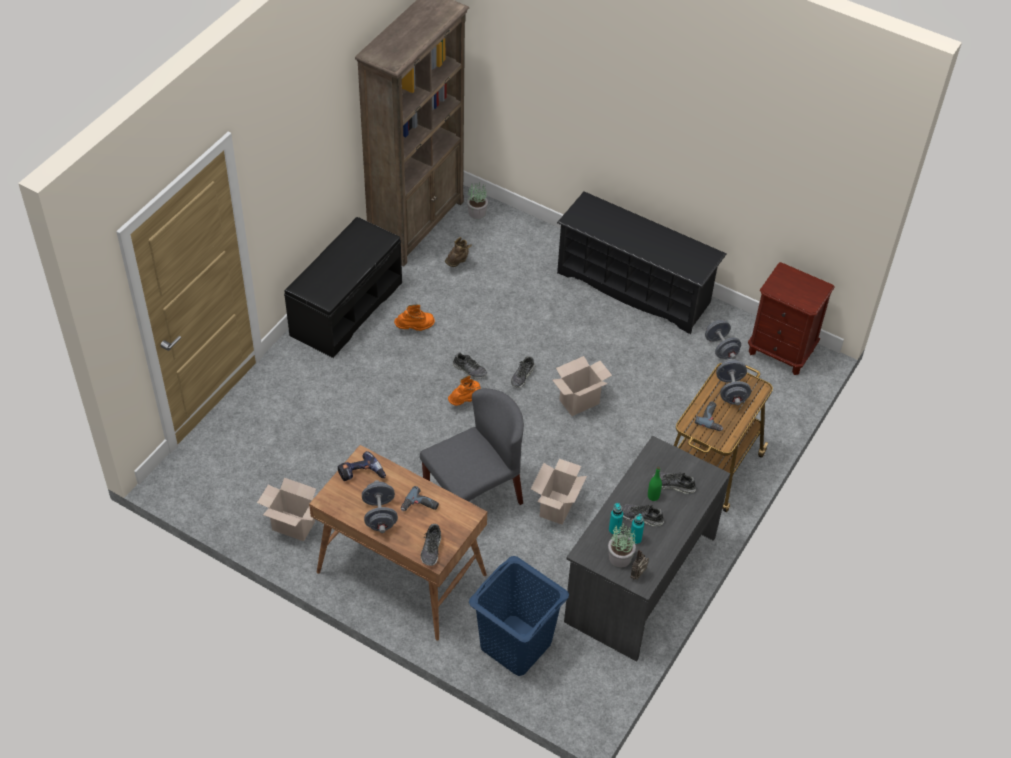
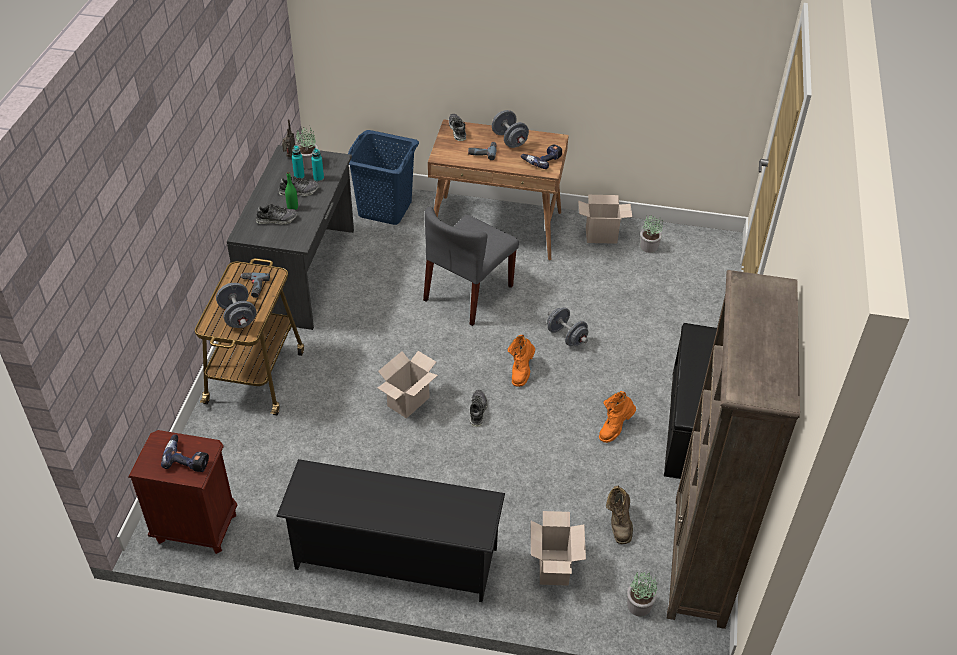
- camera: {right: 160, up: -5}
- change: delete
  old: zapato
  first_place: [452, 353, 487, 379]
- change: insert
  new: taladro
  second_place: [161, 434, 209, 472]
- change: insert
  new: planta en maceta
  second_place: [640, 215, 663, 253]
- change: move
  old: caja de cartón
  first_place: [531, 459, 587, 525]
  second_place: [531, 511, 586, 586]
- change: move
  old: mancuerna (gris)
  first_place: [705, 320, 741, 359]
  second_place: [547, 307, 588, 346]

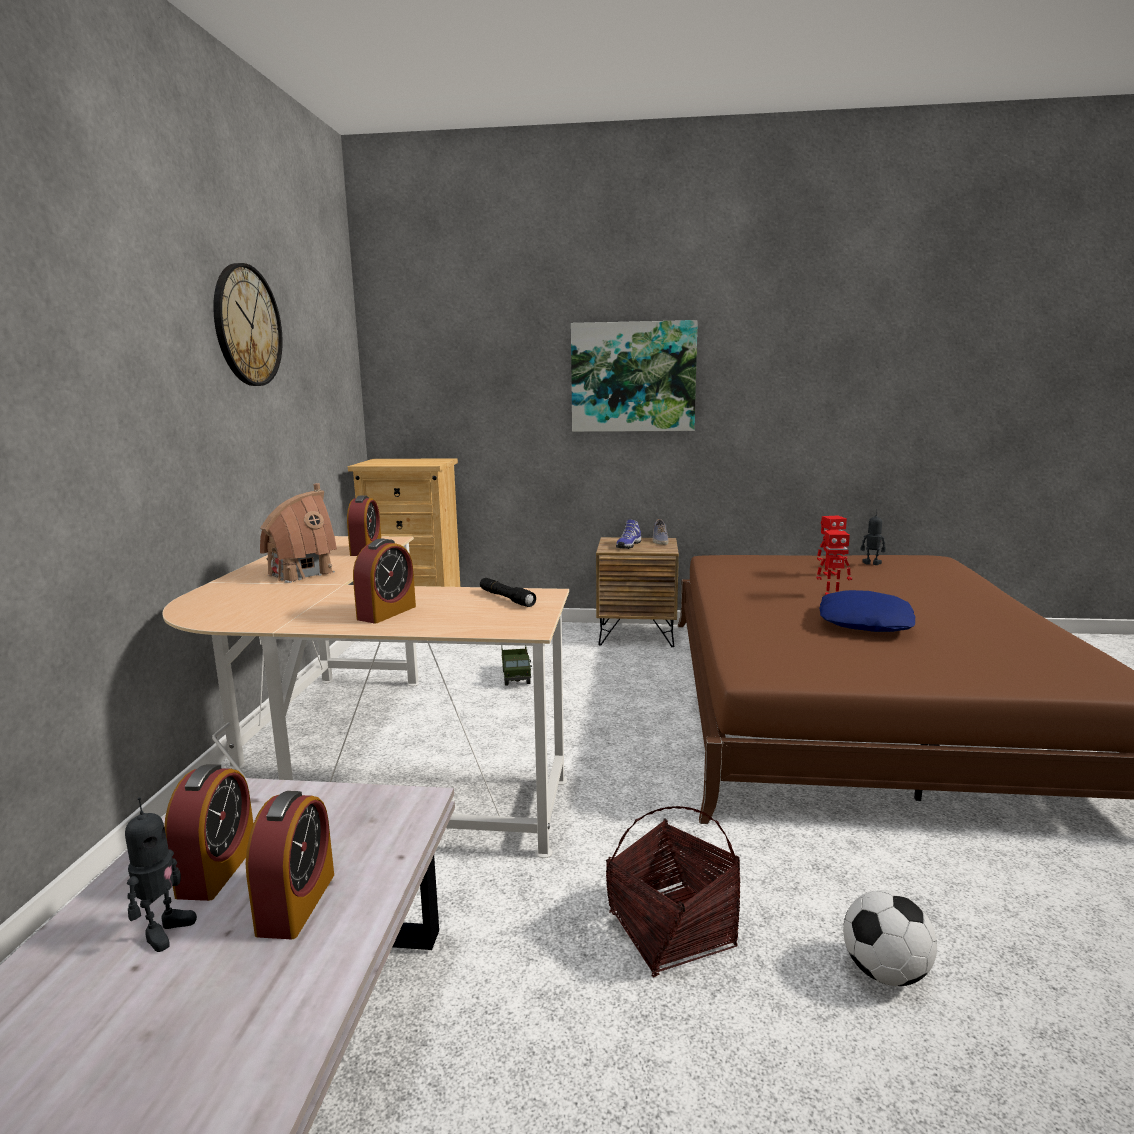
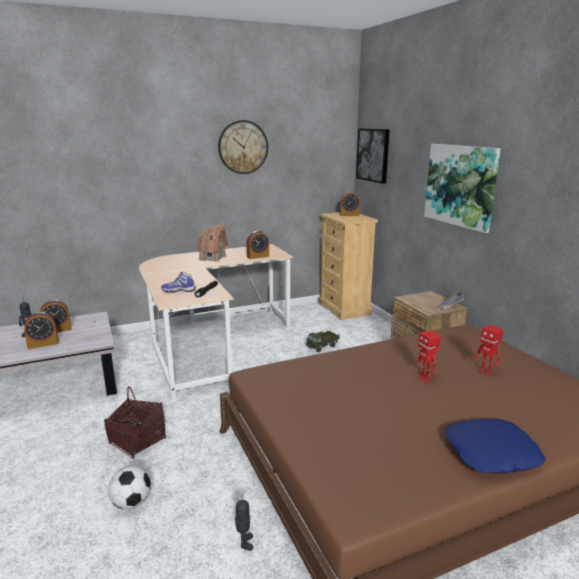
- camera: {right: 60, up: 5}
- change: insert
  new: cuadro
  second_place: [356, 128, 390, 184]
- change: move
  old: despertador
  first_place: [353, 538, 416, 623]
  second_place: [340, 191, 360, 216]
- change: move
  old: zapato
  first_place: [616, 520, 641, 549]
  second_place: [161, 272, 196, 293]
- change: move
  old: cojín (azul)
  first_place: [819, 590, 916, 632]
  second_place: [445, 418, 546, 473]
- change: move
  old: robot de juguete
  first_place: [861, 509, 886, 565]
  second_place: [235, 500, 253, 551]

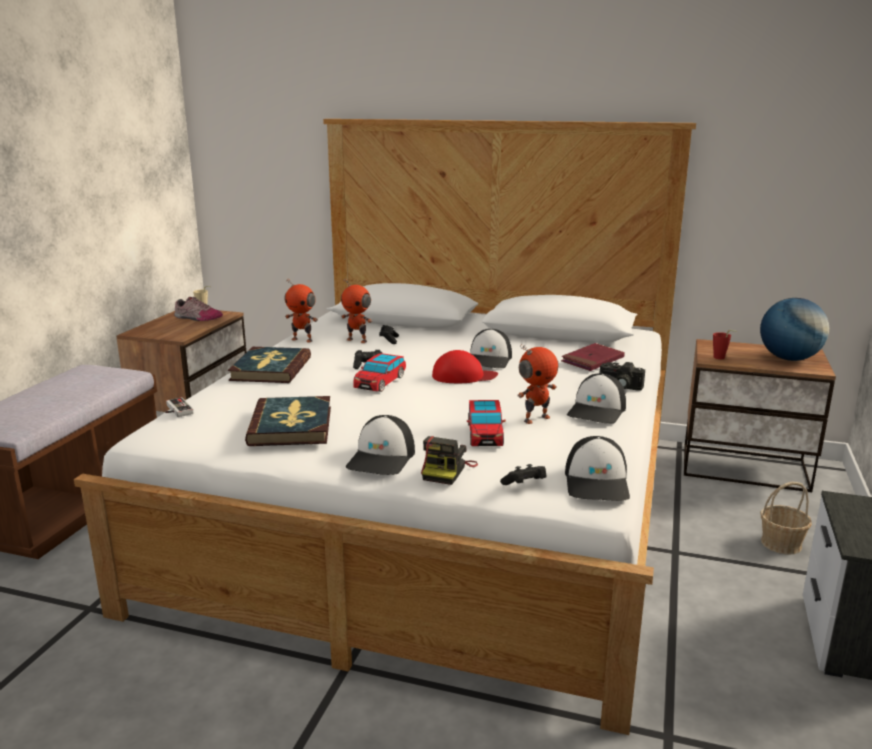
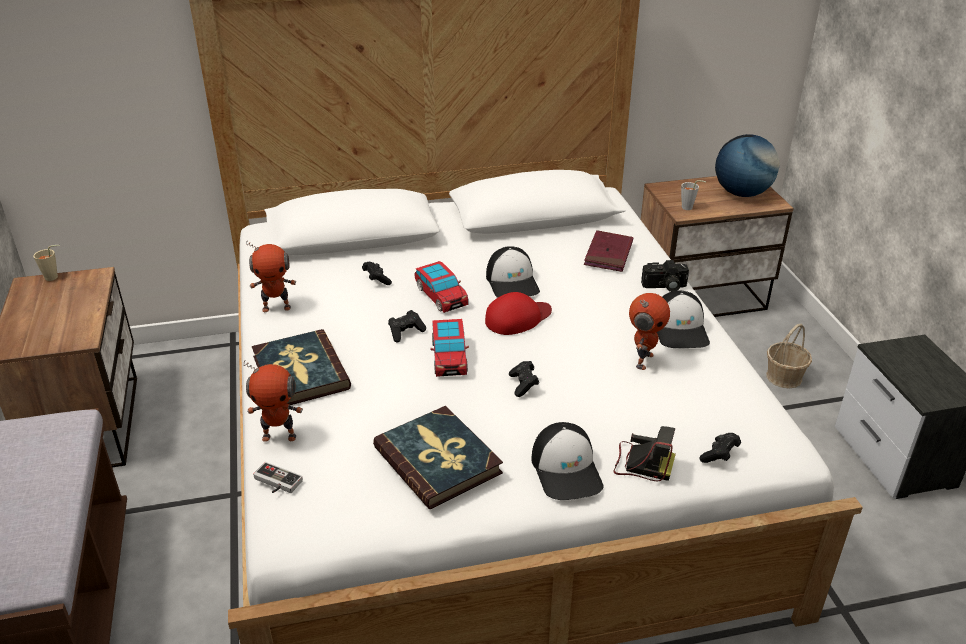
- camera: {right: -30, up: 15}
- change: delete
  old: zapato
  first_place: [174, 297, 223, 321]
- change: delete
  old: gorra
  first_place: [565, 436, 630, 501]
- change: insert
  new: mando de consola (negro)
  second_place: [509, 361, 539, 397]
- change: move
  old: robot de juguete
  first_place: [341, 278, 372, 343]
  second_place: [243, 360, 303, 442]
- change: move
  old: coche de juguete
  first_place: [467, 400, 506, 446]
  second_place: [414, 261, 469, 313]
- change: recolor
  old: taza (rojo)
  new: taza (gris)
  first_place: [713, 330, 737, 359]
  second_place: [681, 180, 706, 210]
- change: rotate
  old: cámara
  first_place: [421, 436, 478, 485]
  second_place: [614, 426, 676, 481]
  degrees: -60

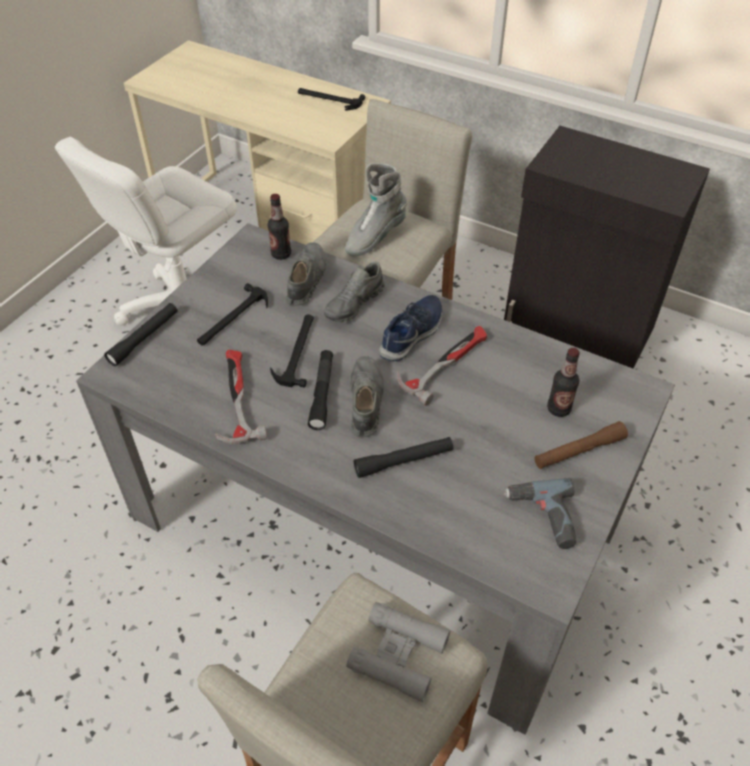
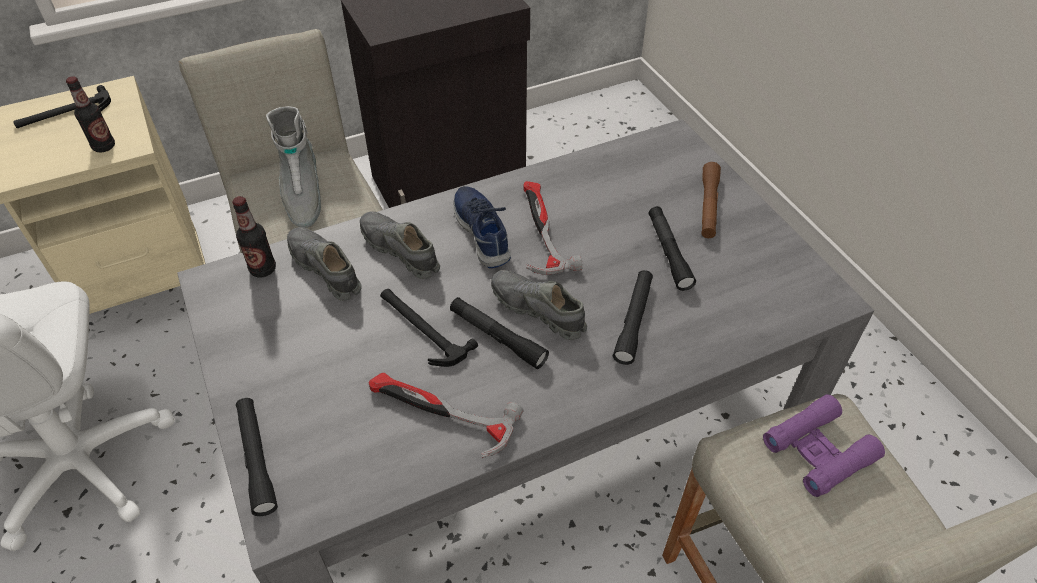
- camera: {right: -55, up: 0}
- change: delete
  old: martillo
  first_place: [197, 283, 268, 346]
- change: delete
  old: taladro
  first_place: [504, 478, 576, 549]
- change: insert
  new: linterna (negro)
  second_place: [649, 206, 696, 291]
- change: move
  old: botella
  first_place: [547, 348, 580, 417]
  second_place: [66, 76, 115, 153]
- change: recolor
  old: prismáticos (gris)
  new: prismáticos (morado)
  first_place: [346, 602, 450, 702]
  second_place: [763, 394, 885, 497]
- change: rotate
  old: zapato (gris)
  first_place: [324, 262, 385, 322]
  second_place: [360, 211, 440, 279]
  degrees: 150

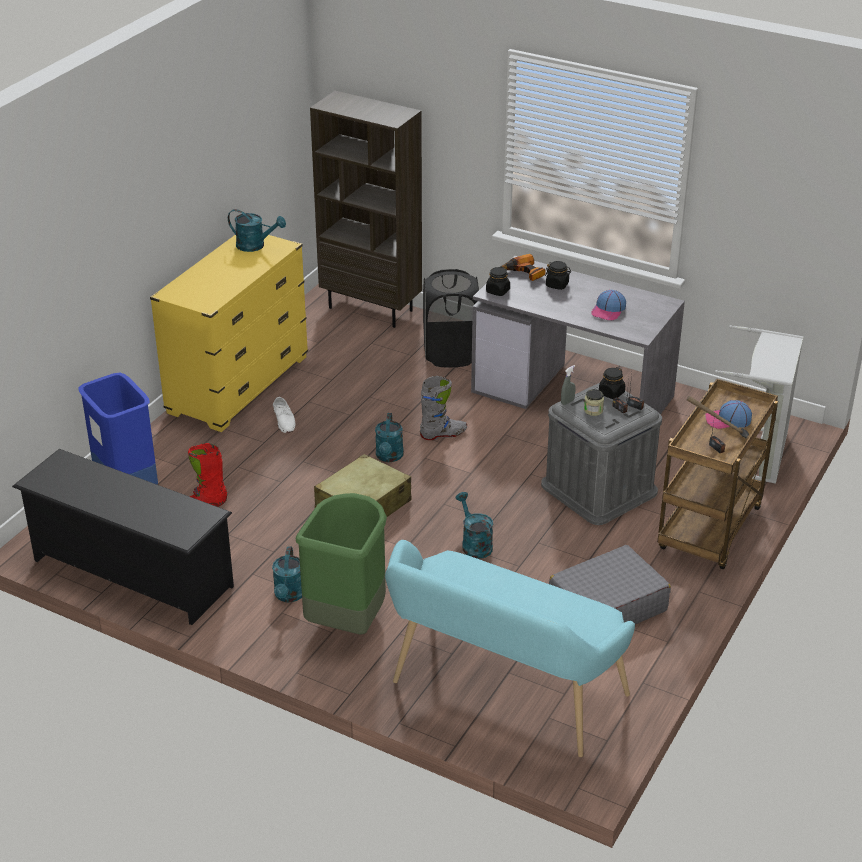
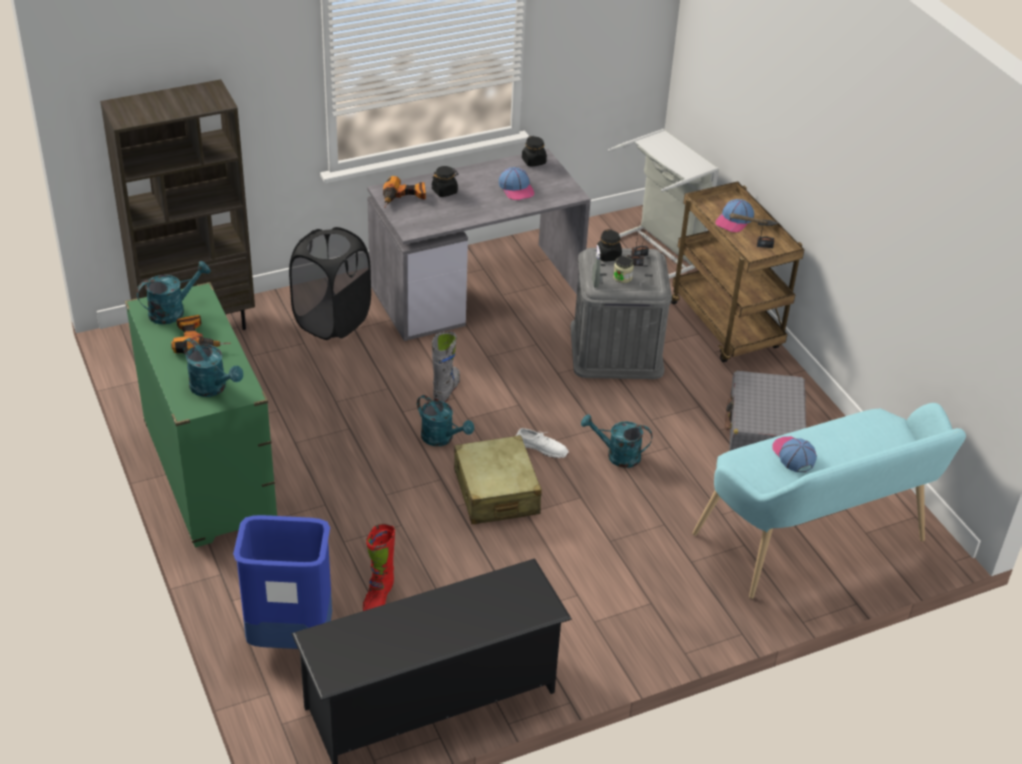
- camera: {right: -55, up: 5}
- change: delete
  old: papelera (verde)
  first_place: [296, 493, 387, 635]
- change: insert
  new: taladro
  second_place: [171, 315, 231, 353]
- change: insert
  new: gorra
  second_place: [772, 436, 817, 472]
- change: move
  old: regadera (turquesa)
  first_place: [272, 546, 302, 602]
  second_place: [183, 338, 243, 397]
- change: move
  old: zapato (blanco)
  first_place: [273, 397, 295, 433]
  second_place: [516, 428, 569, 458]
- change: move
  old: tarro (negro)
  first_place: [486, 267, 510, 296]
  second_place: [522, 136, 547, 167]
- change: recolor
  old: cómoda (amarillo)
  new: cómoda (verde)
  first_place: [150, 235, 308, 432]
  second_place: [125, 282, 277, 547]

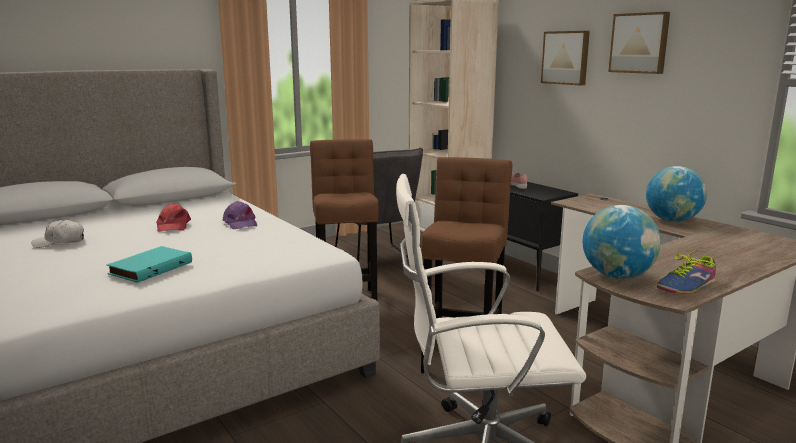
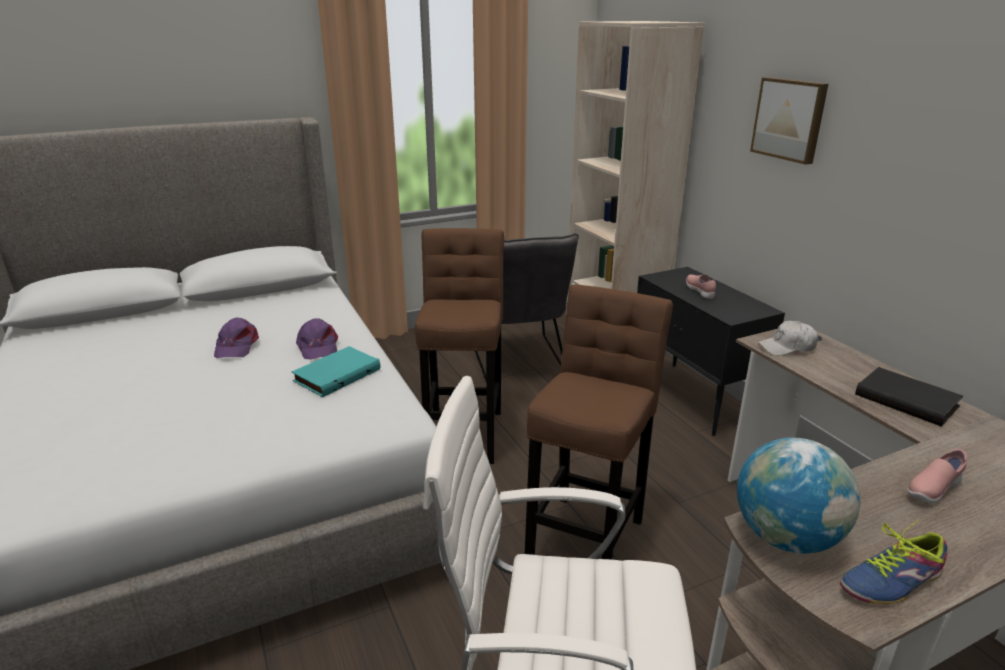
- camera: {right: 10, up: 10}
- change: delete
  old: cuadro
  first_place: [608, 12, 670, 74]
- change: insert
  new: zapato (rosa)
  second_place: [907, 449, 967, 504]
- change: move
  old: gorra (blanco)
  first_place: [31, 219, 84, 248]
  second_place: [758, 321, 818, 356]
- change: move
  old: libro (turquesa)
  first_place: [106, 246, 192, 283]
  second_place: [291, 346, 380, 397]
- change: replace
  old: globo terráqueo
  new: libro (negro)
  first_place: [646, 166, 707, 222]
  second_place: [855, 367, 963, 427]
- change: recolor
  old: gorra (rojo)
  new: gorra (morado)
  first_place: [156, 203, 191, 232]
  second_place: [214, 317, 259, 358]

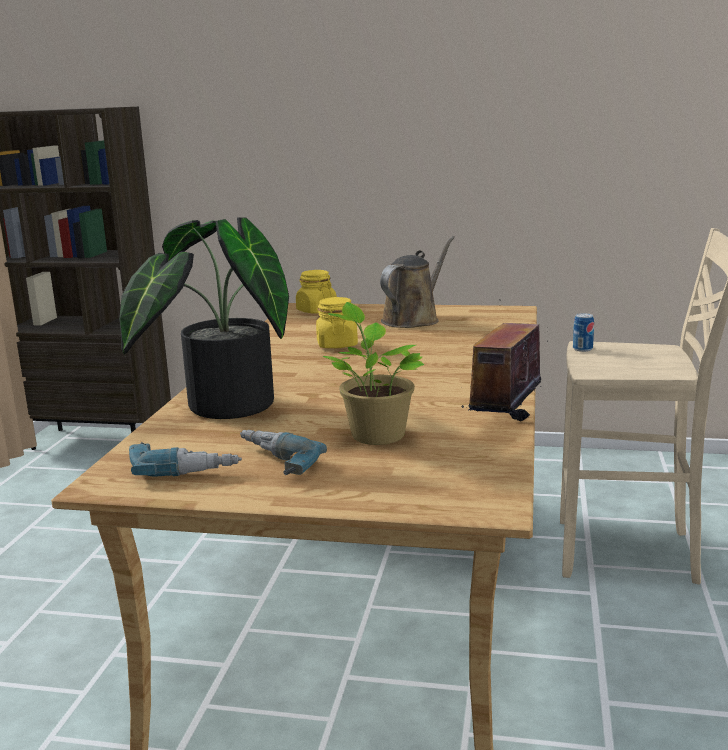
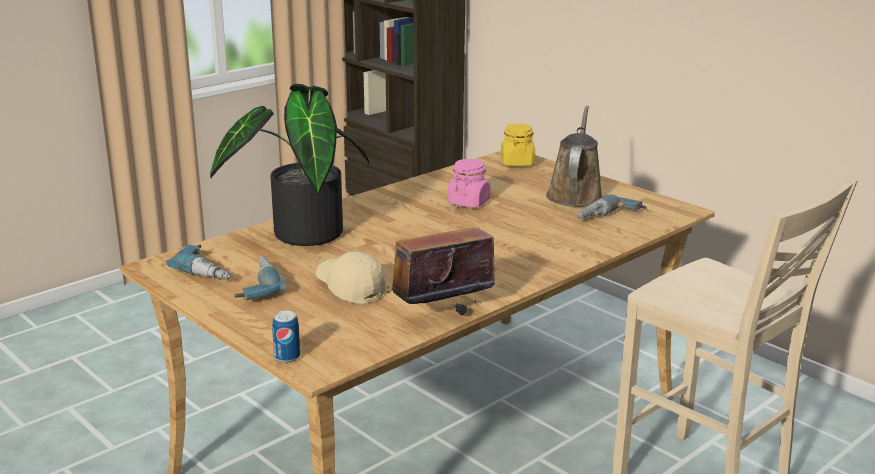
- camera: {right: 35, up: 5}
- change: insert
  new: taladro
  second_place: [577, 195, 647, 219]
- change: move
  old: lata
  first_place: [573, 313, 594, 352]
  second_place: [272, 311, 300, 363]
- change: replace
  old: planta en maceta
  new: gorra (beis)
  first_place: [323, 302, 424, 445]
  second_place: [316, 251, 386, 304]
- change: recolor
  old: tarro (amarillo)
  new: tarro (rosa)
  first_place: [316, 297, 358, 348]
  second_place: [447, 159, 490, 208]
- change: rotate
  old: regadera (marrón)
  first_place: [380, 236, 455, 328]
  second_place: [546, 106, 603, 207]
  degrees: -60

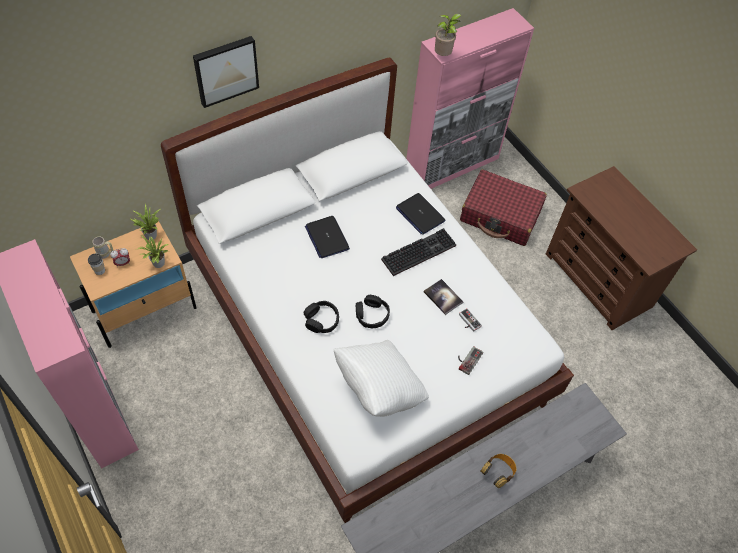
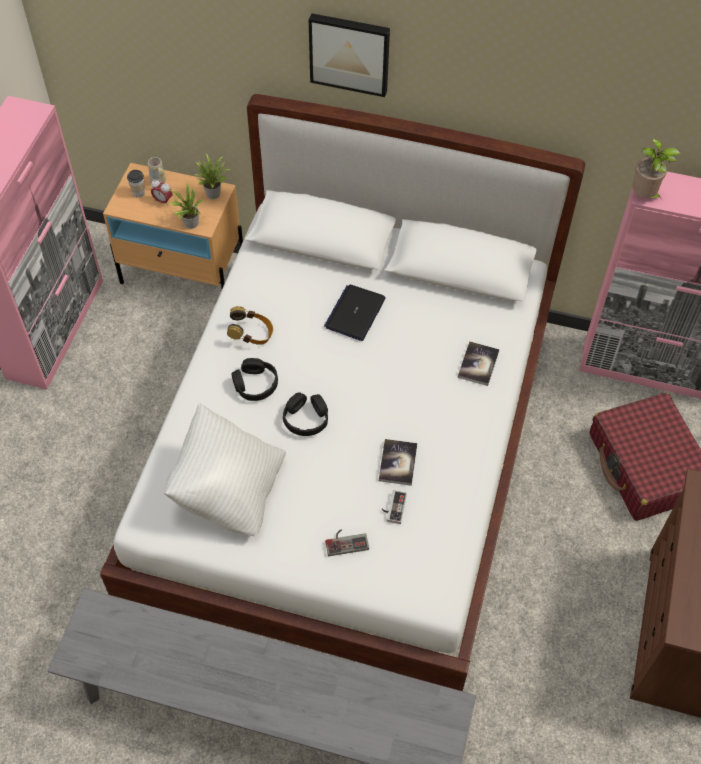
- camera: {right: 50, up: 0}
- change: delete
  old: teclado
  first_place: [381, 228, 456, 276]
- change: move
  old: auriculares
  first_place: [481, 454, 516, 488]
  second_place: [227, 306, 273, 345]
- change: replace
  old: portátil
  new: libro
  first_place: [396, 193, 445, 234]
  second_place: [458, 342, 500, 386]

